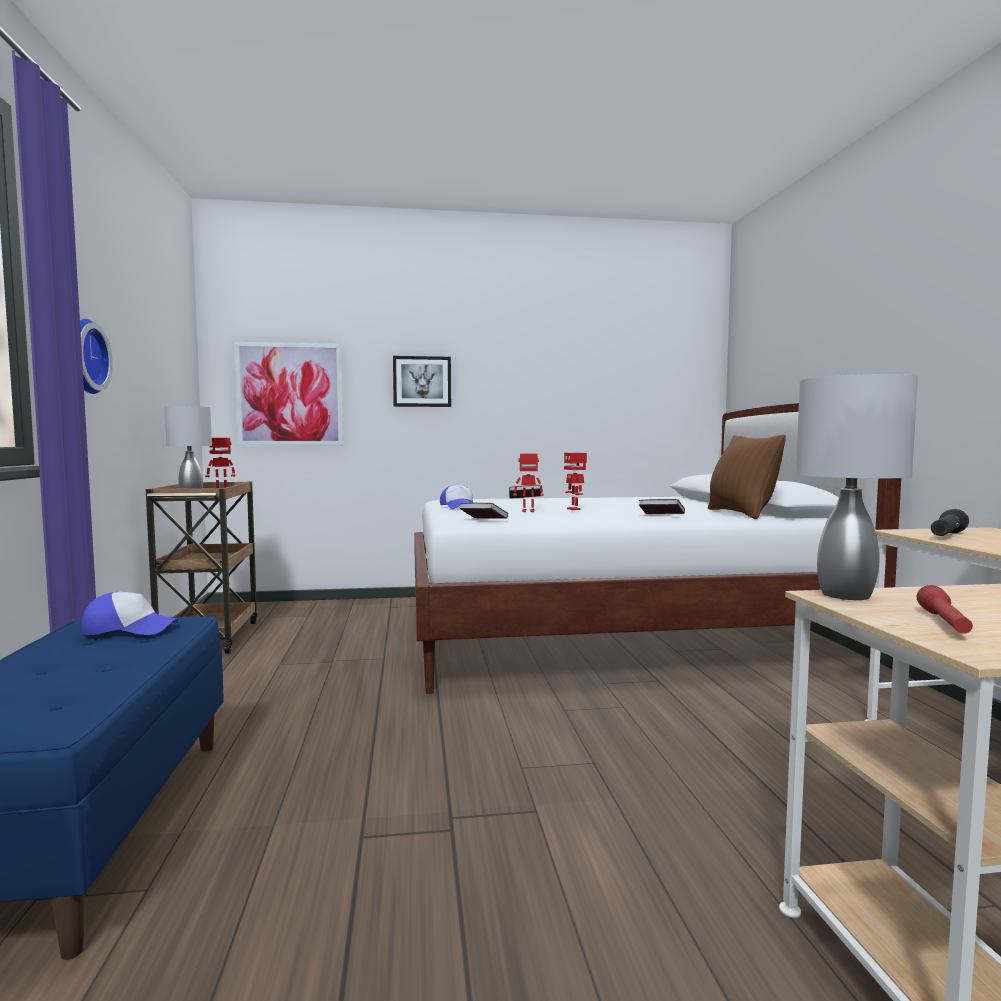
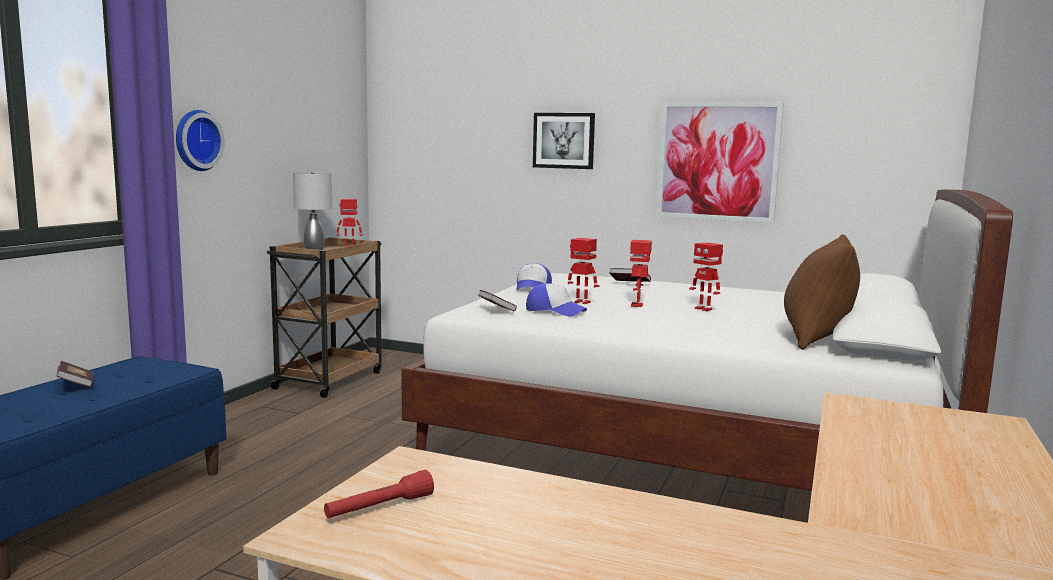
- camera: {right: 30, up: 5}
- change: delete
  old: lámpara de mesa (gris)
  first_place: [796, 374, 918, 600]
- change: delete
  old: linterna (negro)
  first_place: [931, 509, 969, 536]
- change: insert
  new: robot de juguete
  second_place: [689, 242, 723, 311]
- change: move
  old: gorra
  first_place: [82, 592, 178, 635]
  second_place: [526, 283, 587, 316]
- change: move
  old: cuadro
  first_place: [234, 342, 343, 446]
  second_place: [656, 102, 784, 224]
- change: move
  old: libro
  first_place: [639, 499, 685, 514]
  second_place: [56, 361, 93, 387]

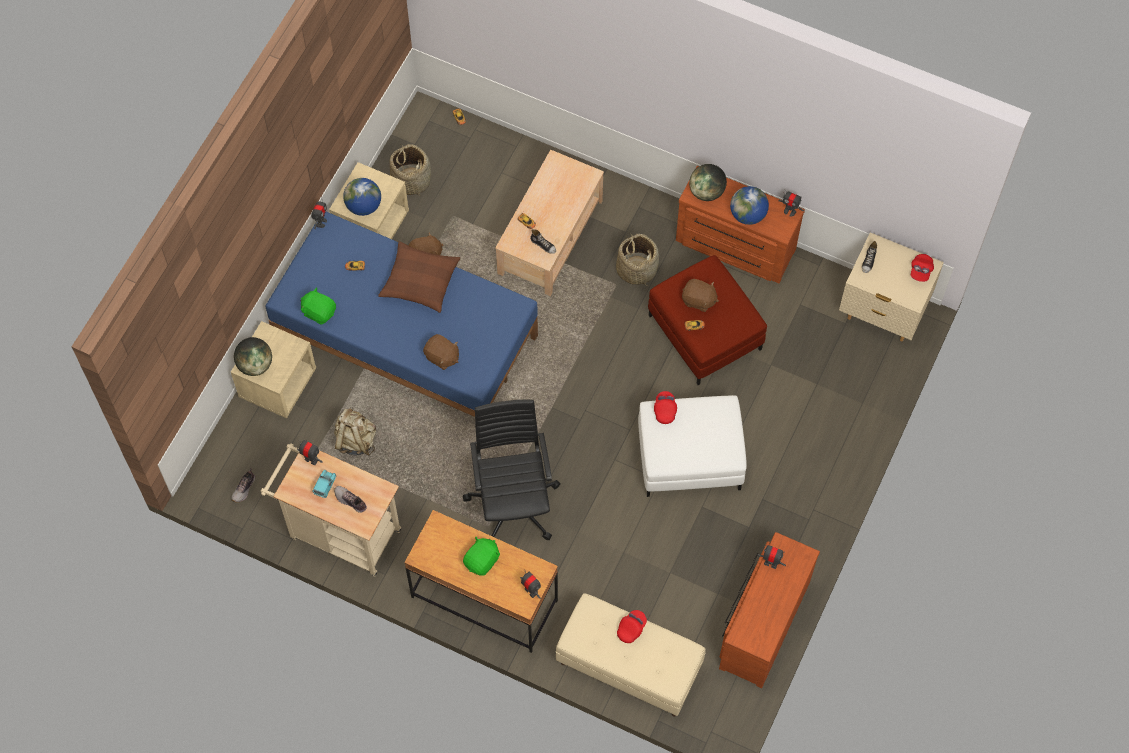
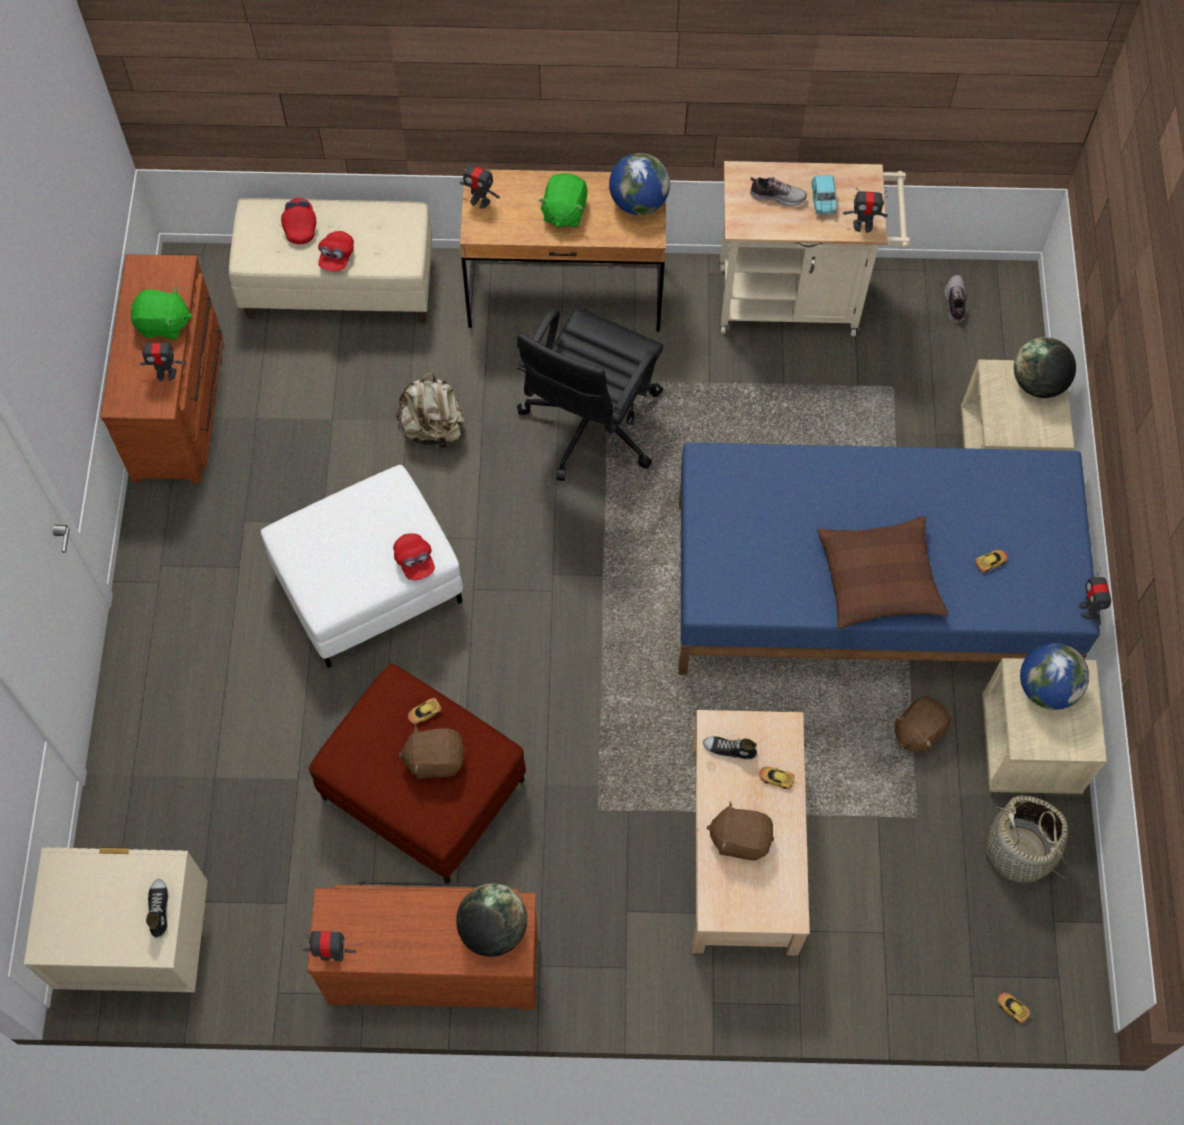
- camera: {right: 155, up: 0}
- change: delete
  old: cesta
  first_place: [616, 234, 659, 286]
- change: move
  old: peluche (verde)
  first_place: [301, 287, 336, 325]
  second_place: [131, 287, 192, 340]
- change: move
  old: mochila (beis)
  first_place: [334, 407, 376, 456]
  second_place: [396, 373, 465, 451]
- change: move
  old: peluche (marrón)
  first_place: [423, 334, 459, 370]
  second_place: [706, 801, 774, 861]
- change: move
  old: globo terráqueo
  first_place: [730, 186, 769, 225]
  second_place: [609, 153, 670, 215]
- change: move
  old: gorra (rojo)
  first_place: [911, 254, 934, 282]
  second_place: [281, 198, 316, 244]
- change: rotate
  old: silla de oficina (negro)
  first_place: [463, 400, 561, 540]
  second_place: [517, 307, 664, 481]
  degrees: 60

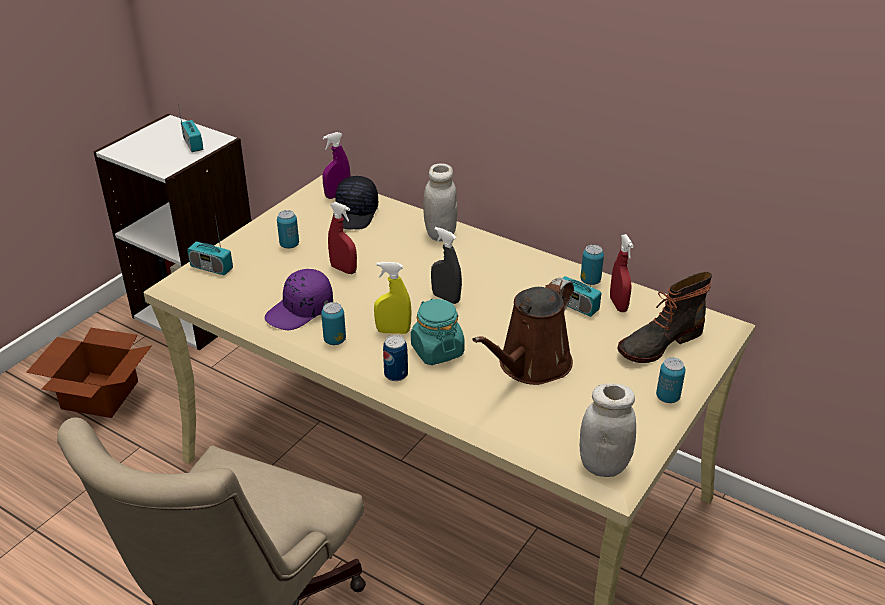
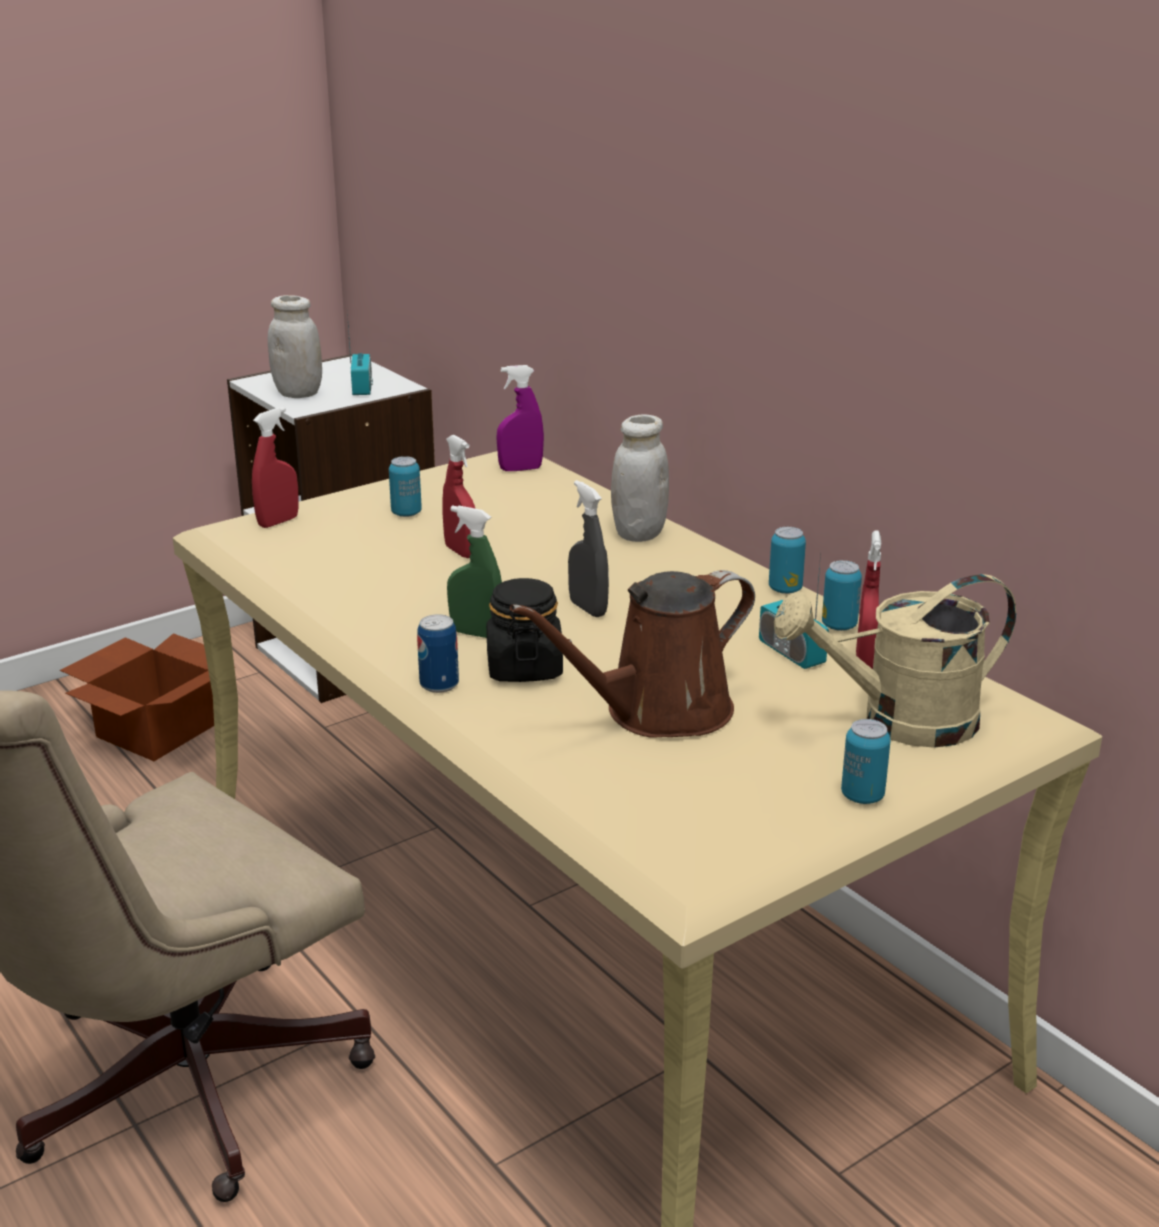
- camera: {right: 20, up: -10}
- change: delete
  old: gorra (morado)
  first_place: [265, 269, 333, 330]
- change: delete
  old: gorra (negro)
  first_place: [332, 176, 378, 229]
- change: move
  old: lata
  first_place: [321, 302, 346, 345]
  second_place: [769, 527, 806, 594]
- change: move
  old: tarro (blanco)
  first_place: [580, 383, 636, 477]
  second_place: [268, 295, 322, 398]
- change: replace
  old: radio
  new: pulverizador (rojo)
  first_place: [187, 216, 233, 275]
  second_place: [252, 407, 299, 528]
- change: replace
  old: bota
  new: regadera (beis)
  first_place: [617, 272, 713, 363]
  second_place: [774, 574, 1016, 748]
- change: recolor
  old: pulverizador (amarillo)
  new: pulverizador (verde)
  first_place: [374, 262, 411, 334]
  second_place: [447, 506, 502, 638]
- change: recolor
  old: tarro (turquesa)
  new: tarro (negro)
  first_place: [411, 299, 465, 365]
  second_place: [486, 578, 563, 682]

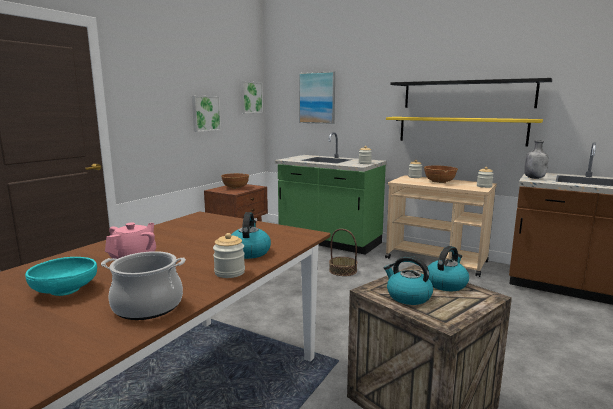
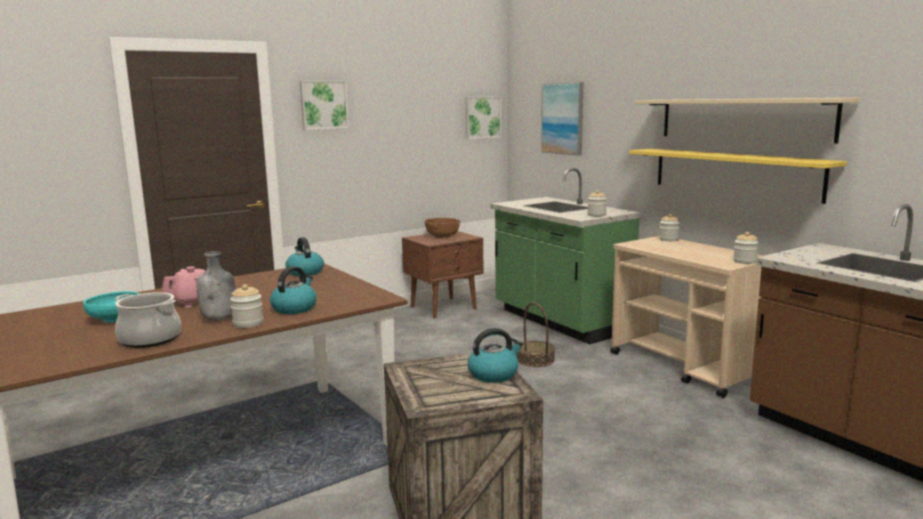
- camera: {right: 25, up: 0}
- change: delete
  old: cuenco (marrón)
  first_place: [424, 165, 458, 183]
- change: move
  old: cuadro
  first_place: [192, 96, 221, 132]
  second_place: [300, 81, 349, 130]
- change: move
  old: hervidor
  first_place: [384, 256, 433, 305]
  second_place: [285, 237, 324, 276]
- change: move
  old: botella (gris)
  first_place: [524, 140, 548, 179]
  second_place: [197, 251, 236, 320]
- change: recolor
  old: estante (negro)
  new: estante (beis)
  first_place: [390, 78, 552, 108]
  second_place: [635, 97, 861, 144]

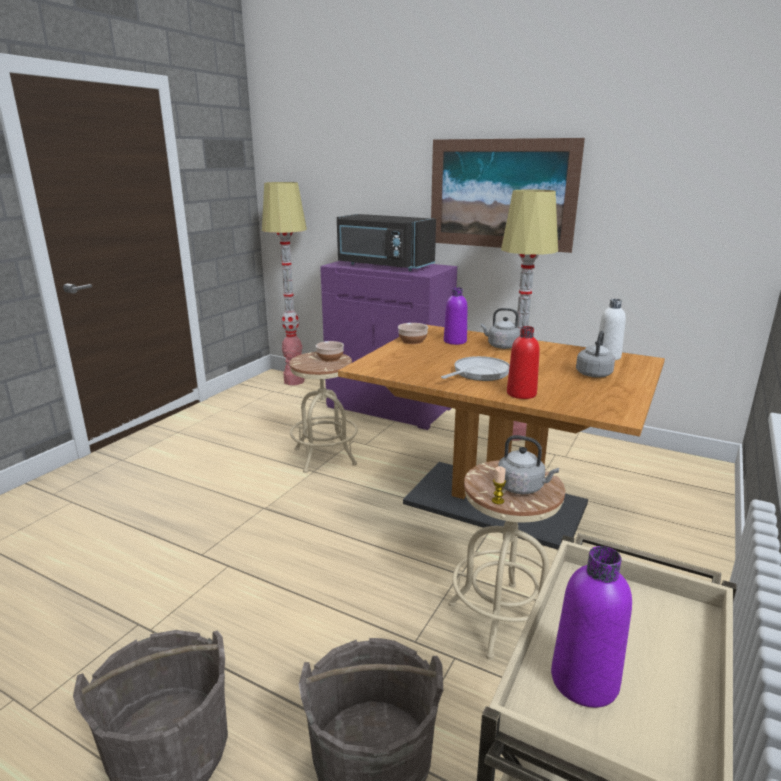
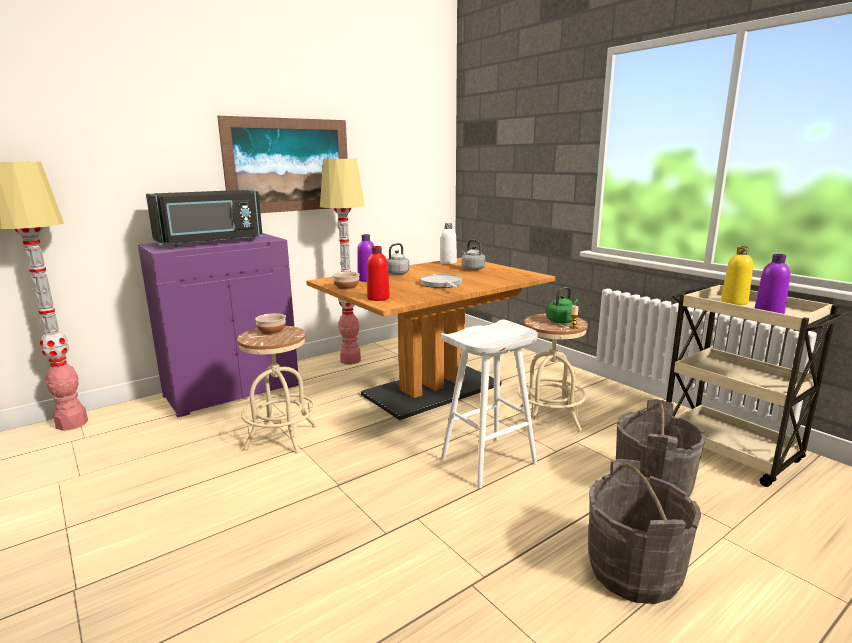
- camera: {right: -65, up: -5}
- change: insert
  new: taburete (blanco)
  second_place: [441, 319, 538, 488]
- change: insert
  new: botella (amarillo)
  second_place: [721, 246, 753, 305]
- change: move
  old: botella (rojo)
  first_place: [507, 326, 540, 399]
  second_place: [367, 246, 390, 301]
- change: recolor
  old: hervidor (gris)
  new: hervidor (verde)
  first_place: [498, 435, 559, 494]
  second_place: [547, 287, 578, 323]

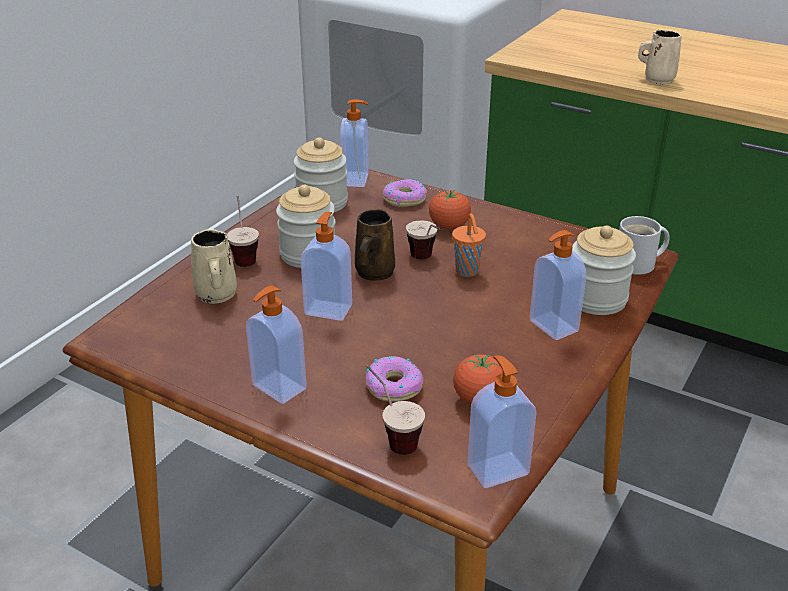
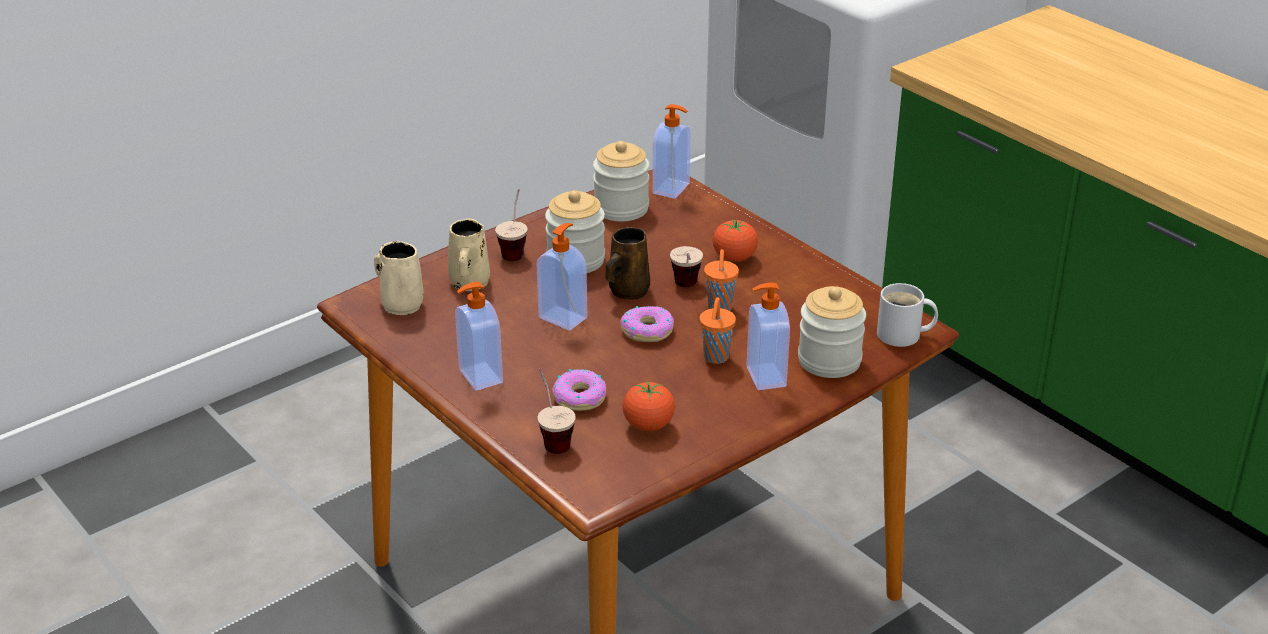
- camera: {right: 20, up: 0}
- change: delete
  old: dispensador de jabón
  first_place: [467, 355, 537, 488]
- change: insert
  new: taza (naranja)
  second_place: [699, 297, 736, 364]
- change: move
  old: rosquilla
  first_place: [383, 179, 427, 207]
  second_place: [620, 306, 674, 342]
- change: move
  old: taza grande (beis)
  first_place: [638, 30, 682, 84]
  second_place: [374, 241, 424, 315]

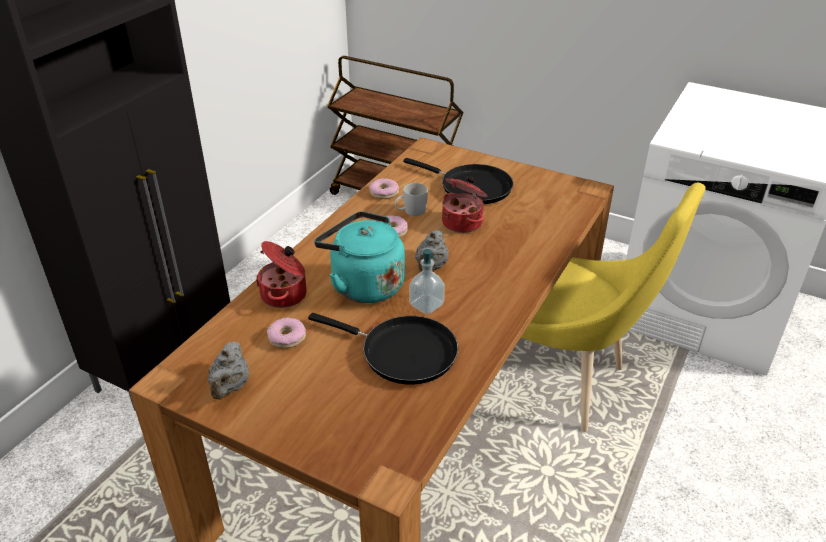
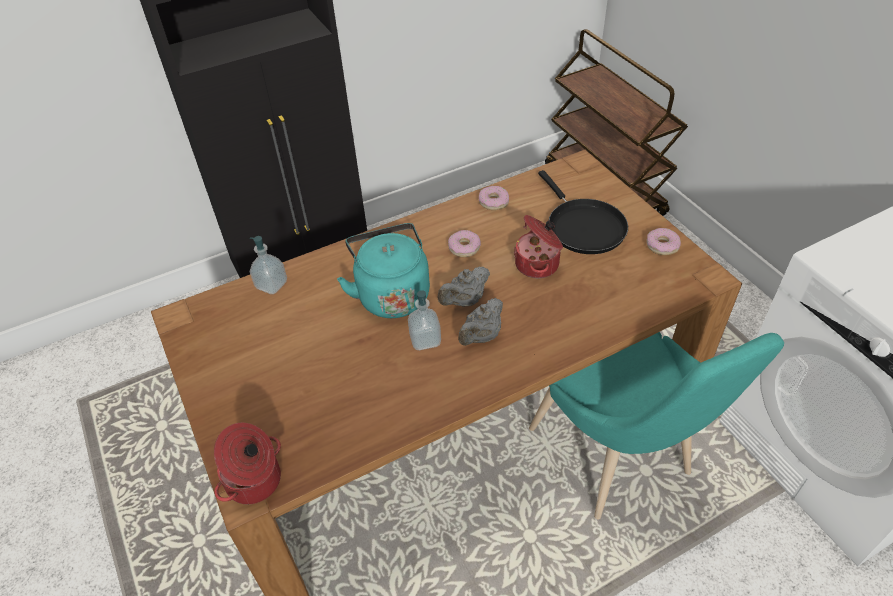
- camera: {right: 35, up: 10}
- change: delete
  old: sartén (negro)
  first_place: [308, 313, 458, 384]
- change: delete
  old: taza grande (blanco)
  first_place: [395, 183, 428, 216]
- change: insert
  new: dispensador de jabón
  second_place: [249, 236, 287, 294]
- change: move
  old: tetera (gris)
  first_place: [208, 341, 249, 400]
  second_place: [458, 298, 503, 346]
- change: move
  old: olla
  first_place: [256, 241, 307, 308]
  second_place: [214, 423, 281, 504]
- change: move
  old: rosquilla
  first_place: [267, 317, 306, 349]
  second_place: [646, 228, 681, 255]
- change: recolor
  old: silla (amarillo)
  new: silla (turquesa)
  first_place: [485, 183, 706, 432]
  second_place: [529, 332, 784, 519]

